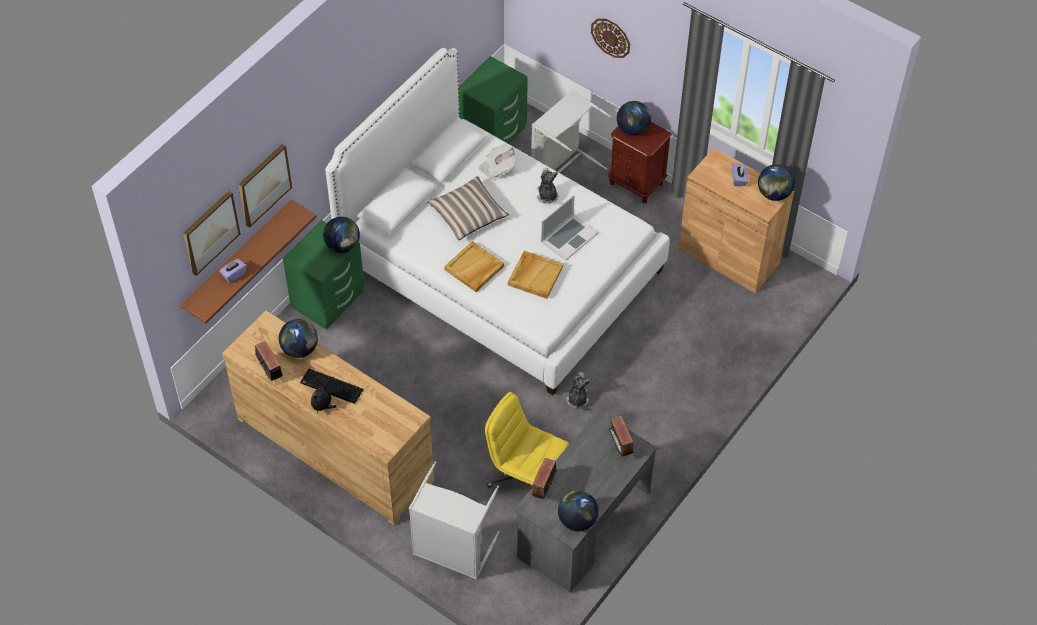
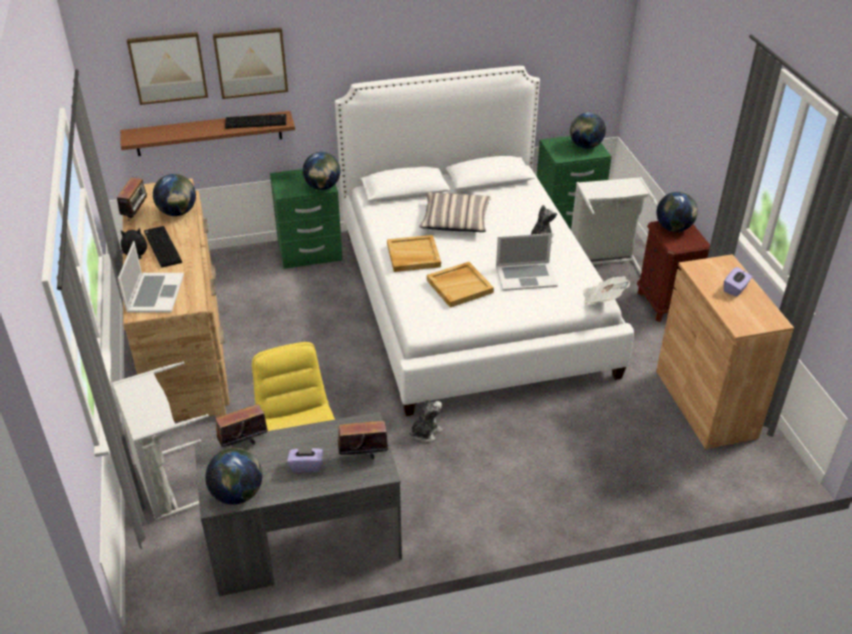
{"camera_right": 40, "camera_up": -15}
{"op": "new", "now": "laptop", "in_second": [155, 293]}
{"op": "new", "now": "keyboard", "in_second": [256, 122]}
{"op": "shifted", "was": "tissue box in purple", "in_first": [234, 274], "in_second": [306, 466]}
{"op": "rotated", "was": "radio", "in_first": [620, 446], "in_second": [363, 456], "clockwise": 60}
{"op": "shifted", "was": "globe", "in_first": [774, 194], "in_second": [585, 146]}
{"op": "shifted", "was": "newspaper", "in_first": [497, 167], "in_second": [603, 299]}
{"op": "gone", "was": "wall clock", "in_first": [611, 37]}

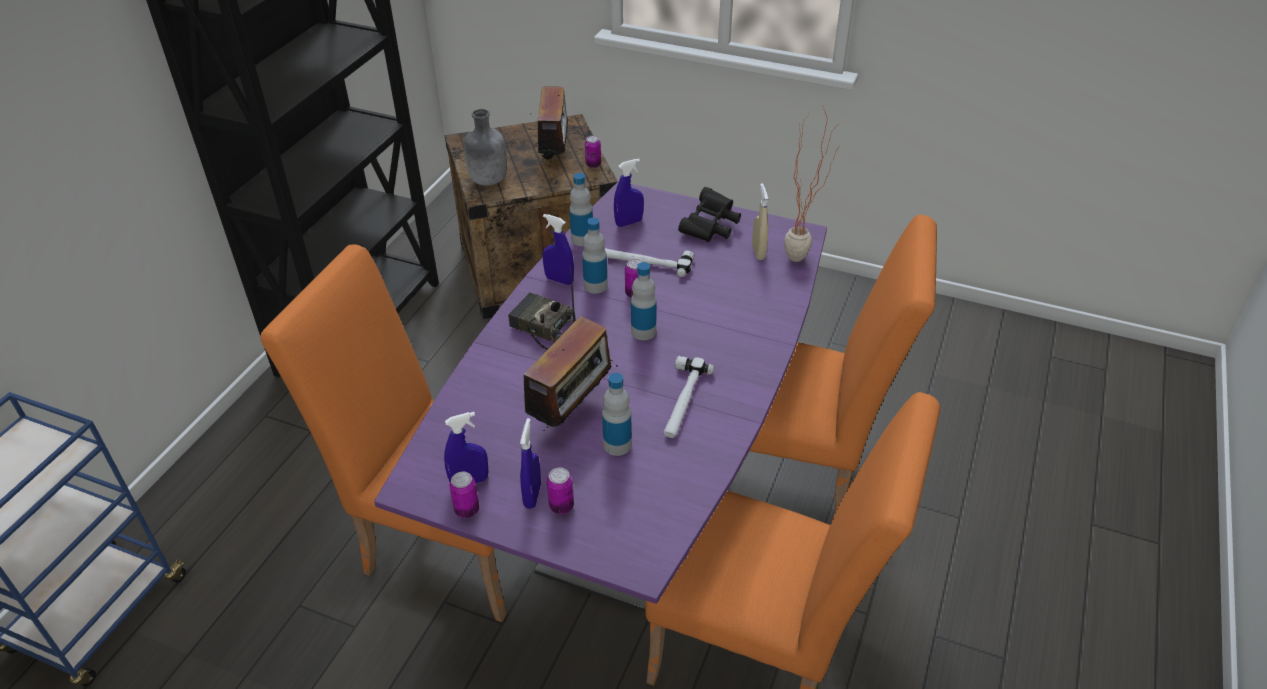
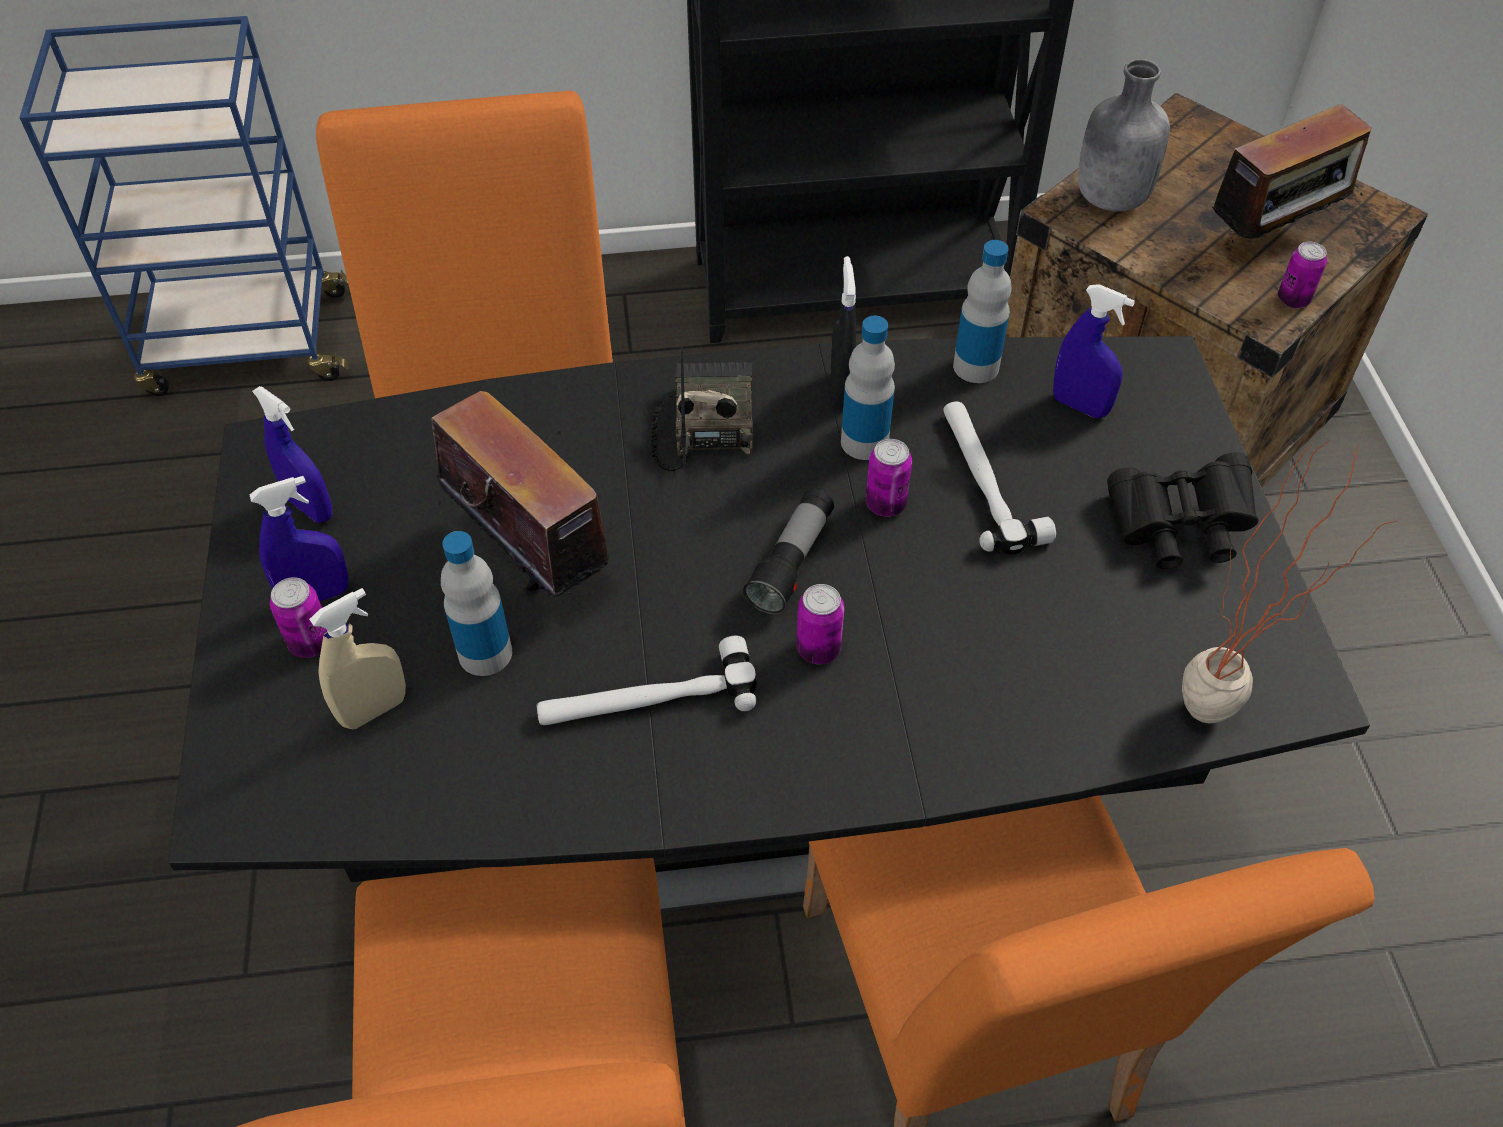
{"camera_right": 60, "camera_up": 10}
{"op": "repainted", "was": "dining table in purple", "now": "dining table in black", "in_first": [635, 503], "in_second": [751, 807]}
{"op": "shifted", "was": "spray bottle in beige", "in_first": [758, 252], "in_second": [374, 710]}
{"op": "rotated", "was": "radio", "in_first": [572, 410], "in_second": [532, 557], "clockwise": -135}
{"op": "swapped", "was": "bottle", "now": "flashlight", "in_first": [643, 332], "in_second": [791, 562]}
{"op": "shifted", "was": "can", "in_first": [467, 510], "in_second": [818, 649]}
{"op": "repainted", "was": "spray bottle in blue", "now": "spray bottle in black", "in_first": [559, 280], "in_second": [841, 389]}

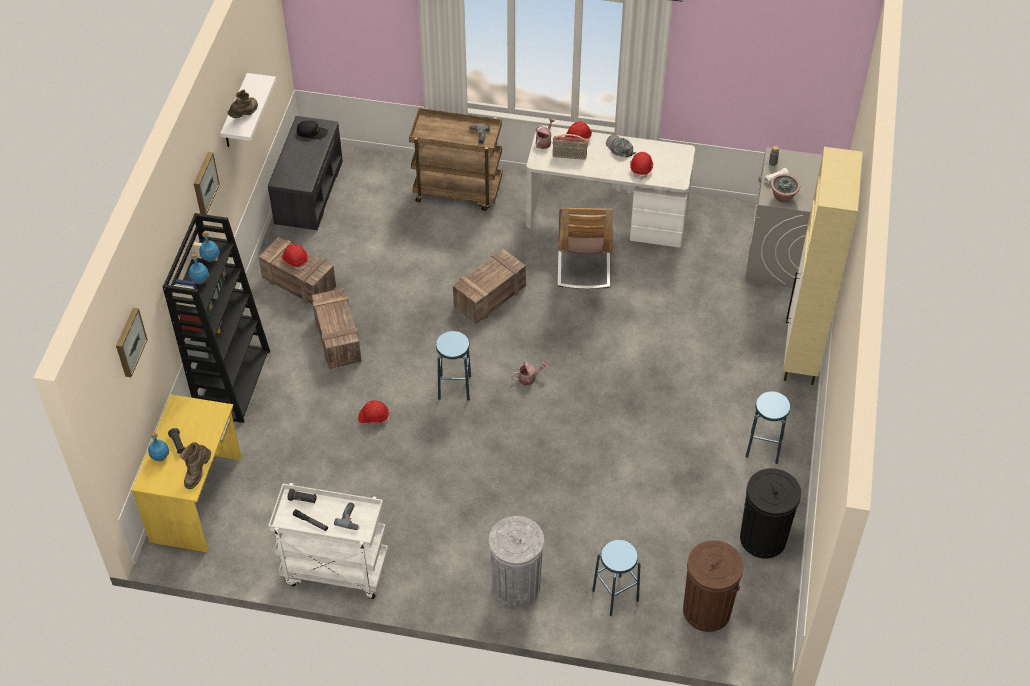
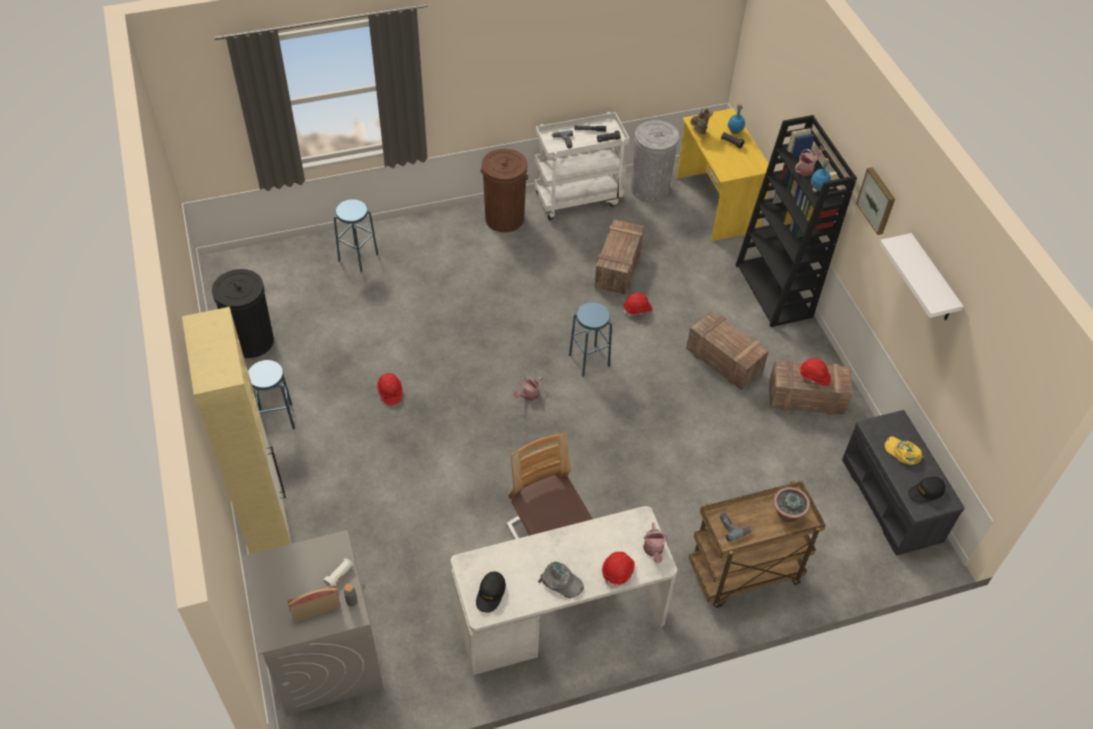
{"camera_right": 150, "camera_up": 0}
{"op": "shifted", "was": "radio", "in_first": [569, 156], "in_second": [316, 610]}
{"op": "shifted", "was": "hard hat in red", "in_first": [641, 168], "in_second": [390, 392]}
{"op": "new", "now": "cap in black", "in_second": [490, 594]}
{"op": "shifted", "was": "trash can in brown", "in_first": [706, 610], "in_second": [504, 218]}
{"op": "shifted", "was": "crate", "in_first": [490, 296], "in_second": [618, 268]}
{"op": "shifted", "was": "trash can in grey", "in_first": [516, 586], "in_second": [649, 189]}
{"op": "shifted", "was": "potted plant", "in_first": [783, 197], "in_second": [787, 514]}
{"op": "swapped", "was": "bottle in blue", "now": "watering can", "in_first": [200, 281], "in_second": [807, 169]}
{"op": "new", "now": "cap in yellow", "in_second": [903, 452]}
{"op": "gone", "was": "picture", "in_first": [129, 342]}
{"op": "gone", "was": "boot in brown", "in_first": [245, 115]}

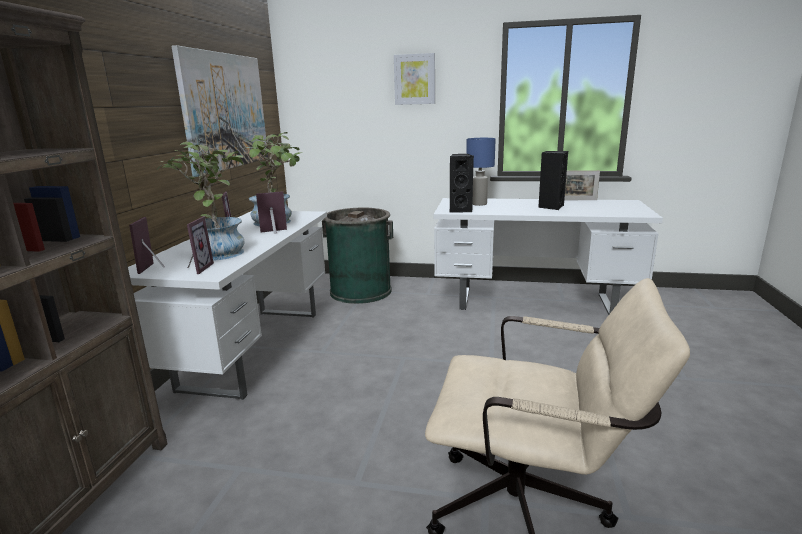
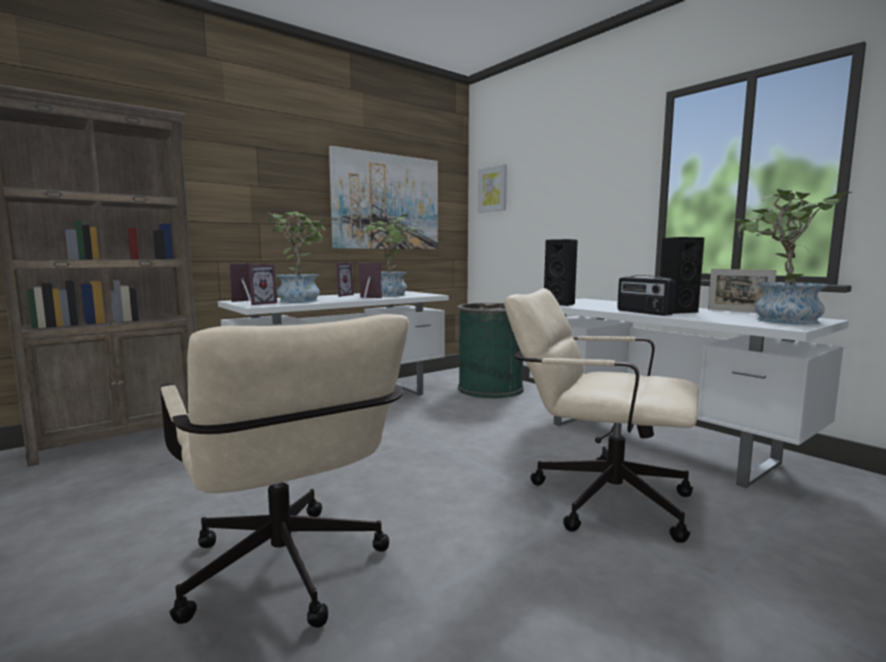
{"camera_right": 40, "camera_up": -10}
{"op": "shifted", "was": "picture", "in_first": [414, 79], "in_second": [493, 189]}
{"op": "new", "now": "office chair in beige", "in_second": [596, 497]}
{"op": "new", "now": "radio", "in_second": [643, 312]}
{"op": "new", "now": "potted plant", "in_second": [779, 320]}
{"op": "gone", "was": "table lamp in blue", "in_first": [479, 204]}

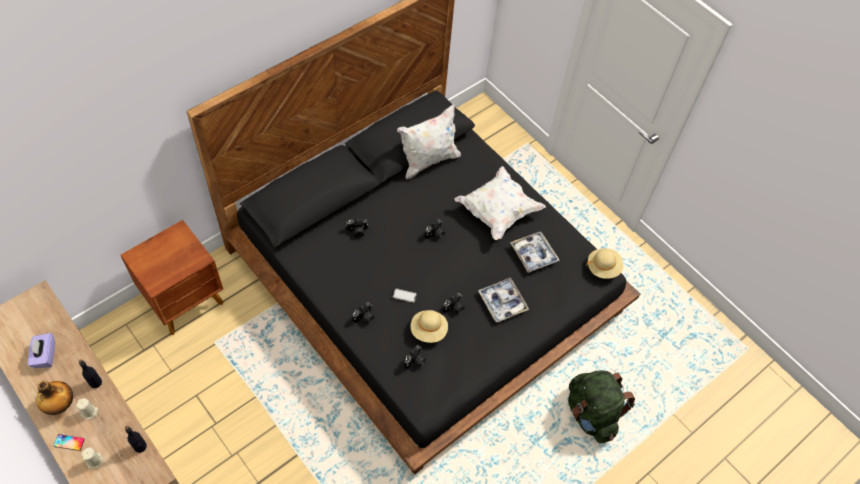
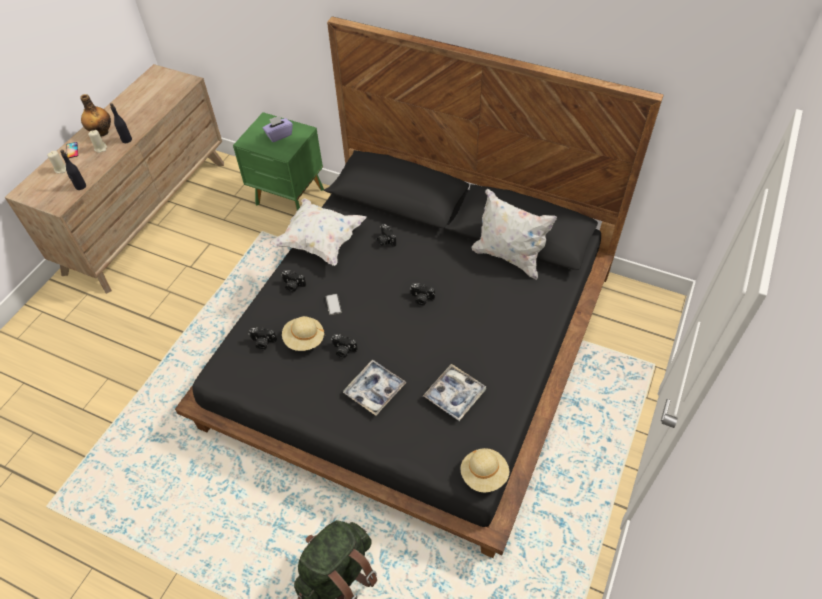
{"camera_right": 70, "camera_up": -5}
{"op": "repainted", "was": "nightstand in brown", "now": "nightstand in green", "in_first": [186, 301], "in_second": [290, 197]}
{"op": "shifted", "was": "tissue box in purple", "in_first": [45, 355], "in_second": [279, 135]}
{"op": "shifted", "was": "pillow in white", "in_first": [497, 211], "in_second": [320, 242]}

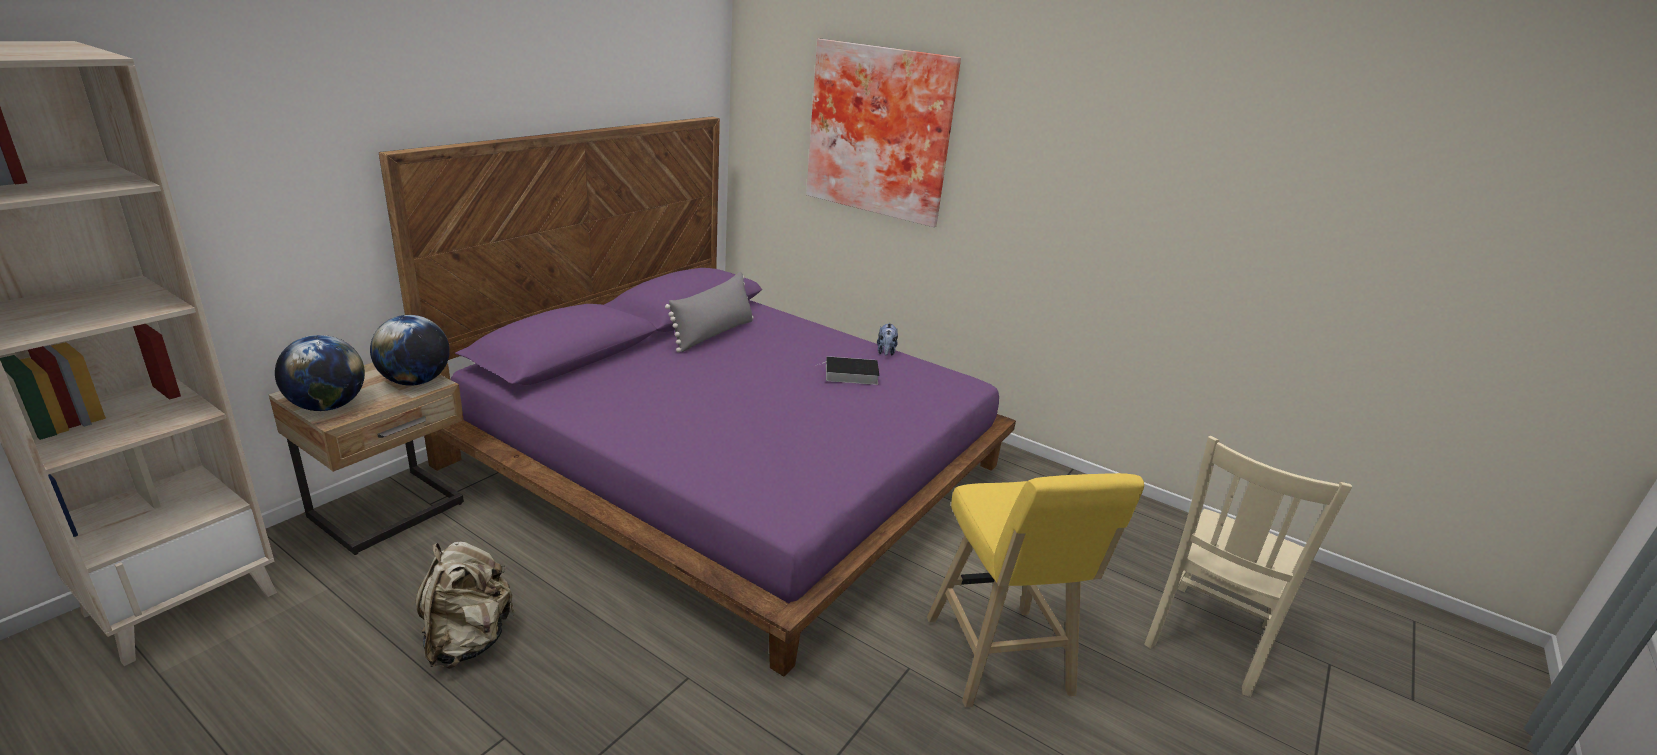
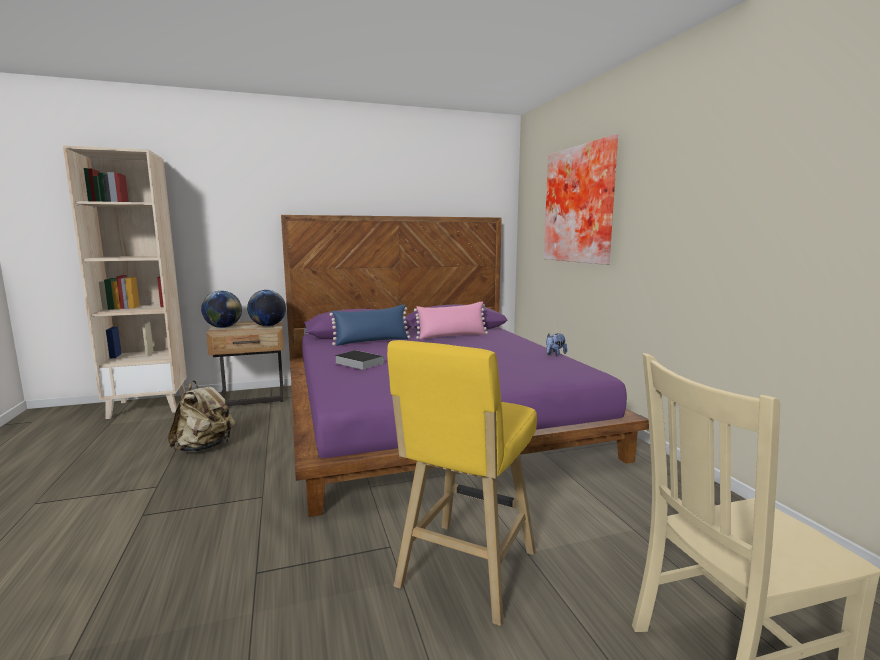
{"camera_right": 40, "camera_up": -15}
{"op": "new", "now": "pillow in blue", "in_second": [372, 341]}
{"op": "shifted", "was": "book", "in_first": [849, 374], "in_second": [357, 362]}
{"op": "repainted", "was": "pillow in grey", "now": "pillow in pink", "in_first": [713, 334], "in_second": [452, 336]}

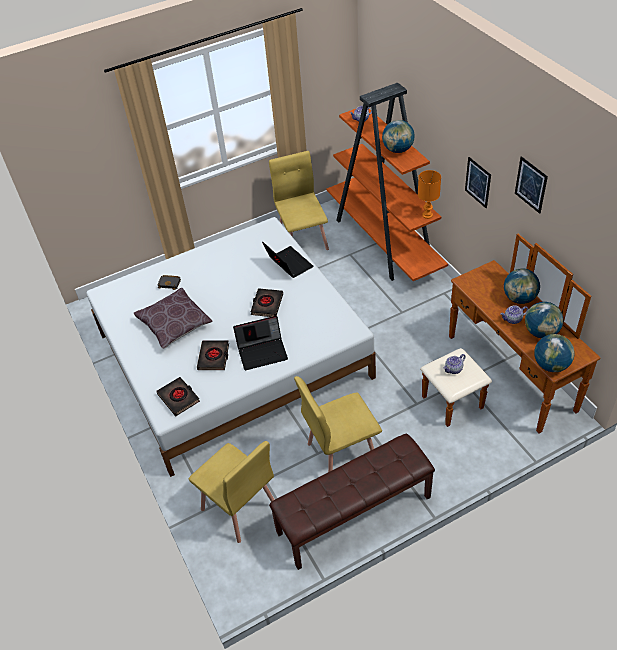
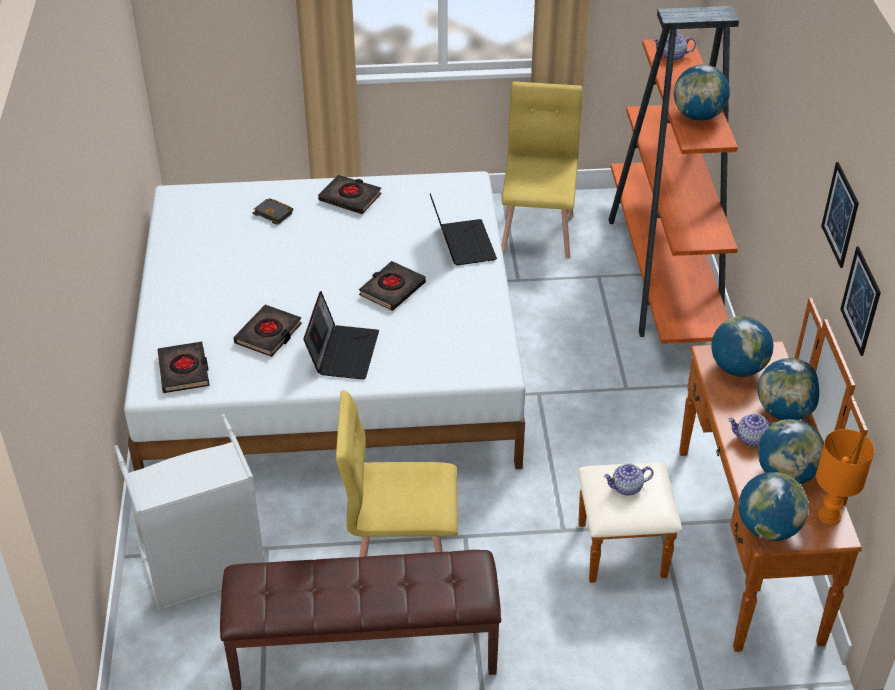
{"camera_right": 20, "camera_up": -5}
{"op": "swapped", "was": "chair in yellow", "now": "laundry basket in grey", "in_first": [239, 508], "in_second": [205, 572]}
{"op": "rotated", "was": "laptop", "in_first": [263, 352], "in_second": [342, 352], "clockwise": -90}
{"op": "new", "now": "book in black", "in_second": [350, 198]}
{"op": "new", "now": "globe", "in_second": [737, 368]}
{"op": "shifted", "was": "table lamp in orange", "in_first": [427, 215], "in_second": [829, 517]}
{"op": "shifted", "was": "picture", "in_first": [478, 182], "in_second": [860, 301]}
{"op": "gone", "was": "pillow in brown", "in_first": [174, 324]}

